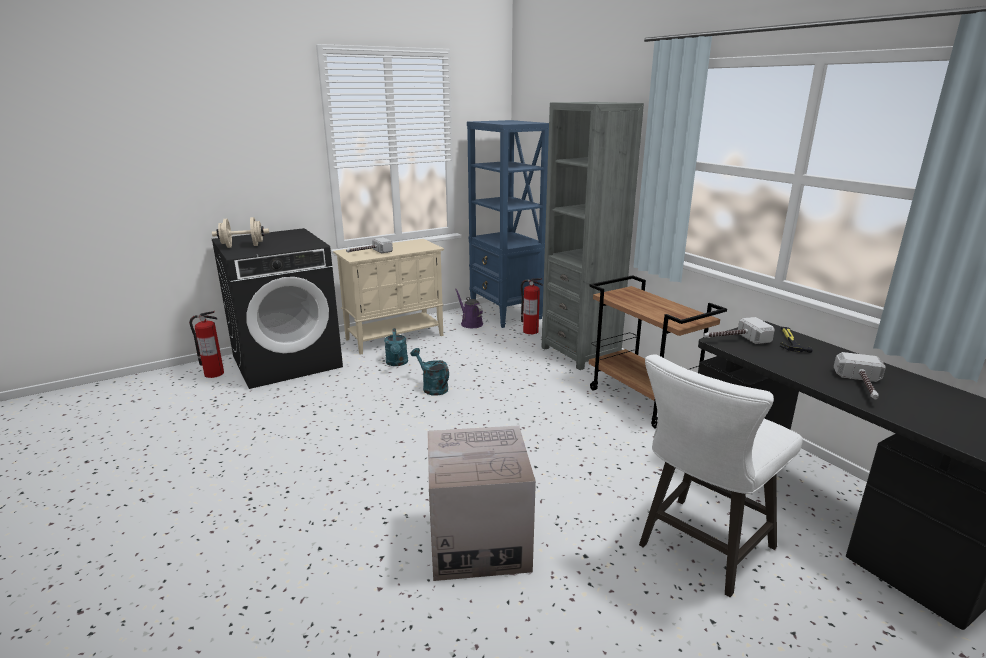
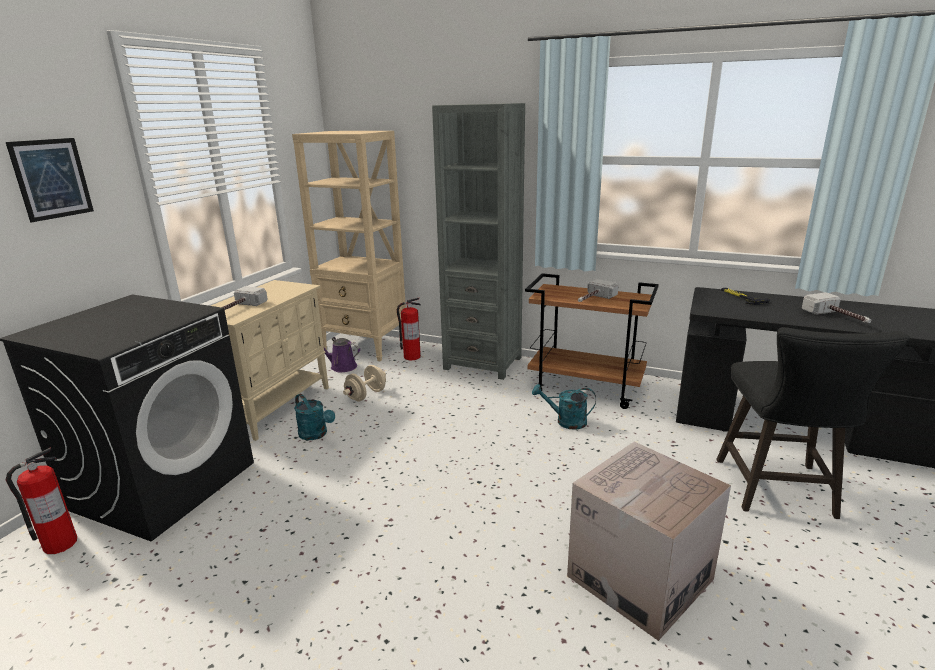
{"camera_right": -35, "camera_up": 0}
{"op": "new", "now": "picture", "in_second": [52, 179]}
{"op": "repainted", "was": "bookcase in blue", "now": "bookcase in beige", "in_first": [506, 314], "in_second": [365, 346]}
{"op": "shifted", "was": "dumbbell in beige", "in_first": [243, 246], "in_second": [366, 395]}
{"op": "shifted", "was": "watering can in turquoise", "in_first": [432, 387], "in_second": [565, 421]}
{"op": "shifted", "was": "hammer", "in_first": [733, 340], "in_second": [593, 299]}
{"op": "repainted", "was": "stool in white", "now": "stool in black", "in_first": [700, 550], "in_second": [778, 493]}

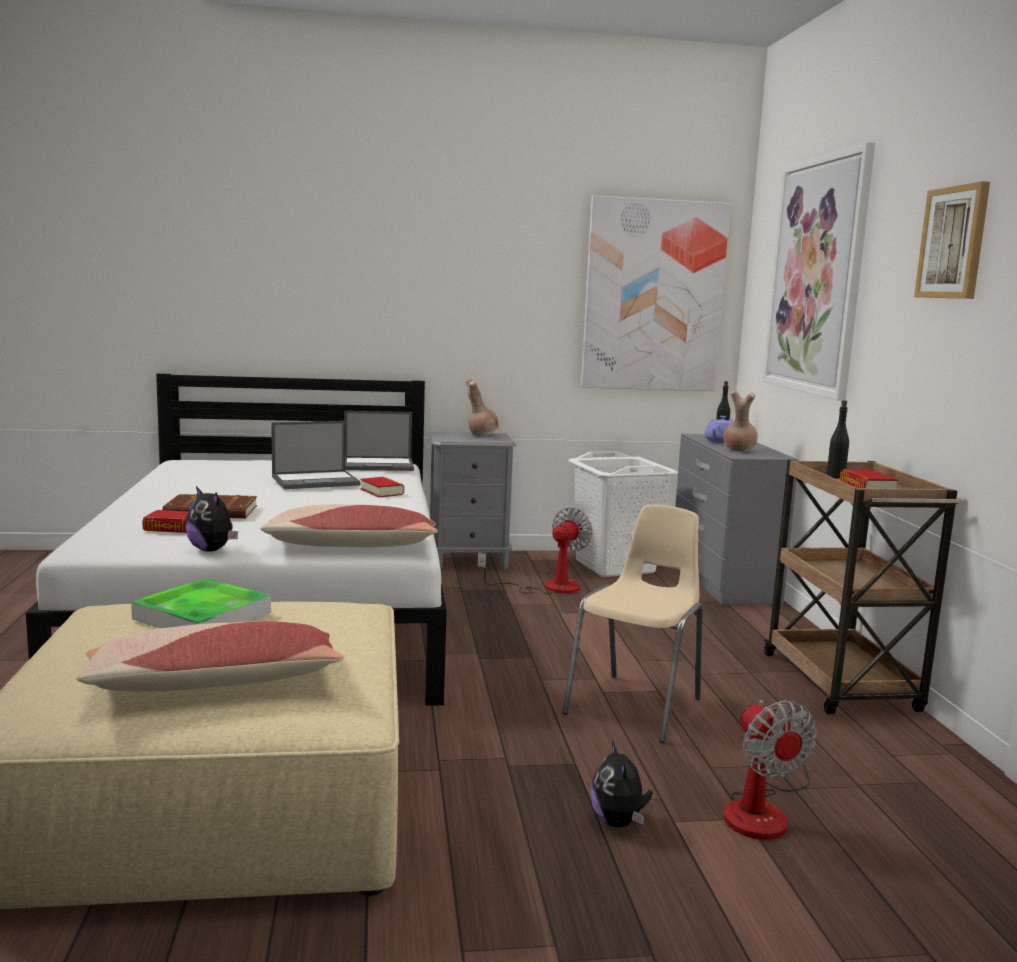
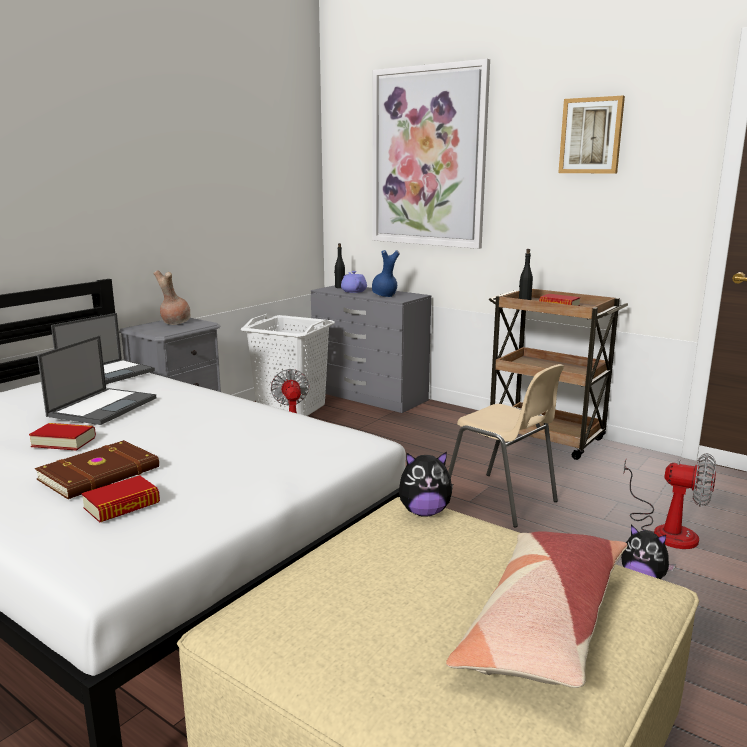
{"camera_right": -45, "camera_up": 5}
{"op": "shifted", "was": "book", "in_first": [382, 492], "in_second": [64, 442]}
{"op": "repainted", "was": "vase in brown", "now": "vase in blue", "in_first": [738, 450], "in_second": [384, 295]}
{"op": "shifted", "was": "plush toy", "in_first": [212, 550], "in_second": [424, 512]}
{"op": "rotated", "was": "chair in beige", "in_first": [637, 705], "in_second": [502, 501], "clockwise": 150}
{"op": "gone", "was": "tray", "in_first": [202, 616]}
{"op": "gone", "was": "pillow", "in_first": [350, 546]}
{"op": "gone", "was": "picture", "in_first": [653, 296]}

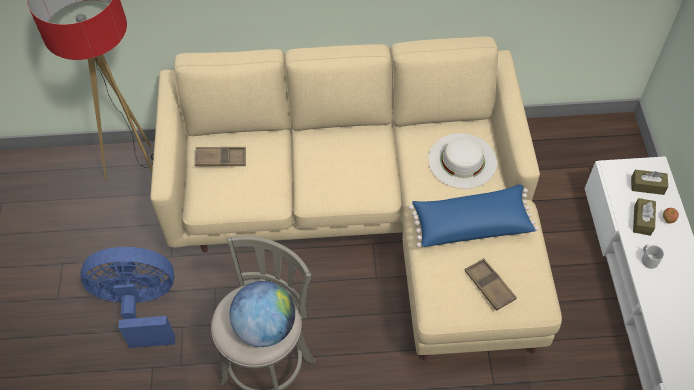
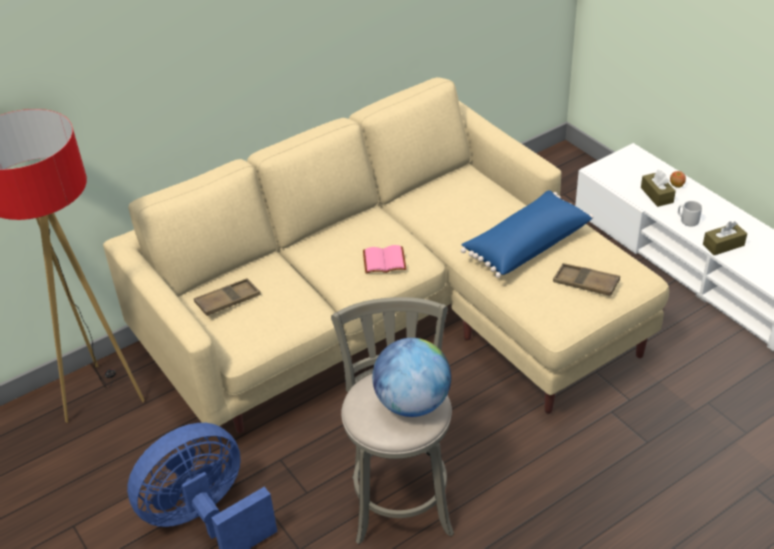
{"camera_right": -30, "camera_up": -15}
{"op": "new", "now": "book in pink", "in_second": [385, 260]}
{"op": "shifted", "was": "tissue box in brown", "in_first": [647, 186], "in_second": [723, 245]}
{"op": "gone", "was": "hat in white", "in_first": [462, 160]}

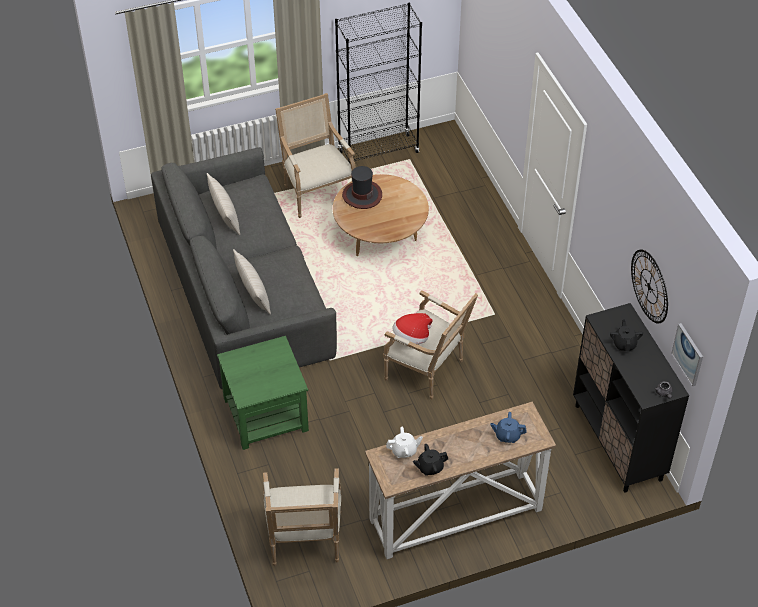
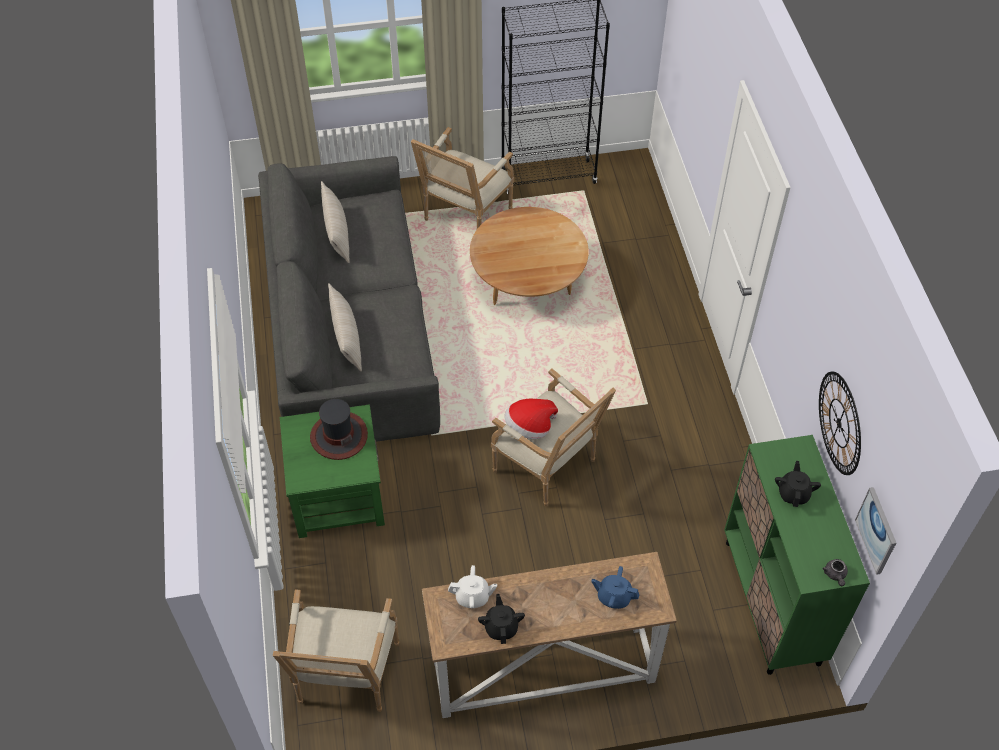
{"camera_right": 10, "camera_up": 5}
{"op": "shifted", "was": "hat", "in_first": [362, 195], "in_second": [338, 436]}
{"op": "rotated", "was": "armchair", "in_first": [316, 191], "in_second": [464, 217], "clockwise": -135}
{"op": "rotated", "was": "teapot in black", "in_first": [430, 467], "in_second": [501, 627], "clockwise": 90}
{"op": "repainted", "was": "cabinet in black", "now": "cabinet in green", "in_first": [618, 442], "in_second": [772, 602]}

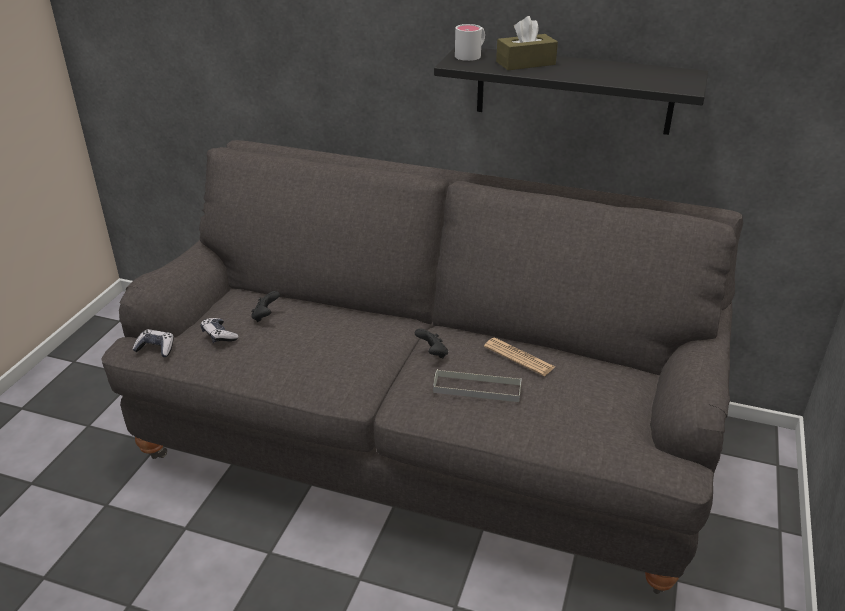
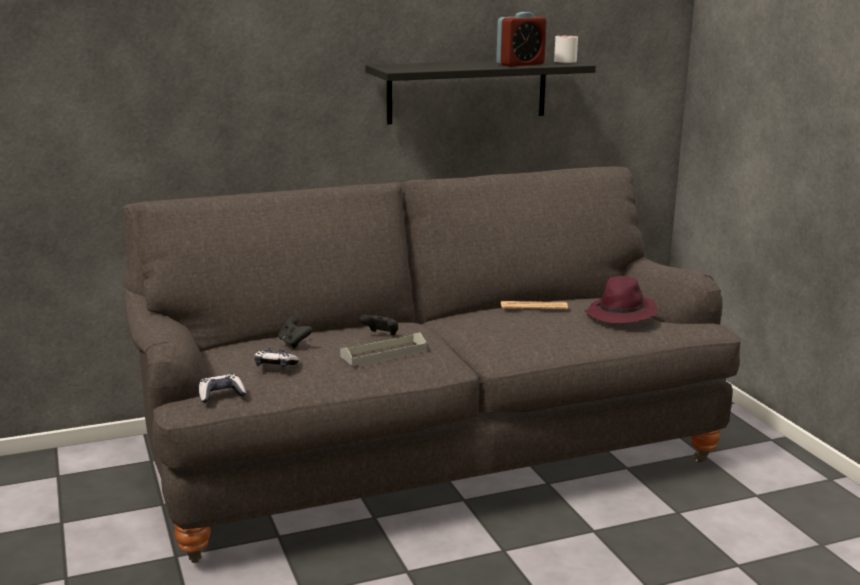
{"camera_right": -40, "camera_up": -15}
{"op": "shifted", "was": "tray in grey", "in_first": [477, 388], "in_second": [383, 353]}
{"op": "shifted", "was": "game controller in black", "in_first": [432, 353], "in_second": [381, 335]}
{"op": "new", "now": "alarm clock", "in_second": [520, 64]}
{"op": "shifted", "was": "mug in white", "in_first": [471, 55], "in_second": [564, 60]}
{"op": "new", "now": "hat in purple", "in_second": [621, 315]}
{"op": "gone", "was": "tissue box in brown", "in_first": [525, 63]}

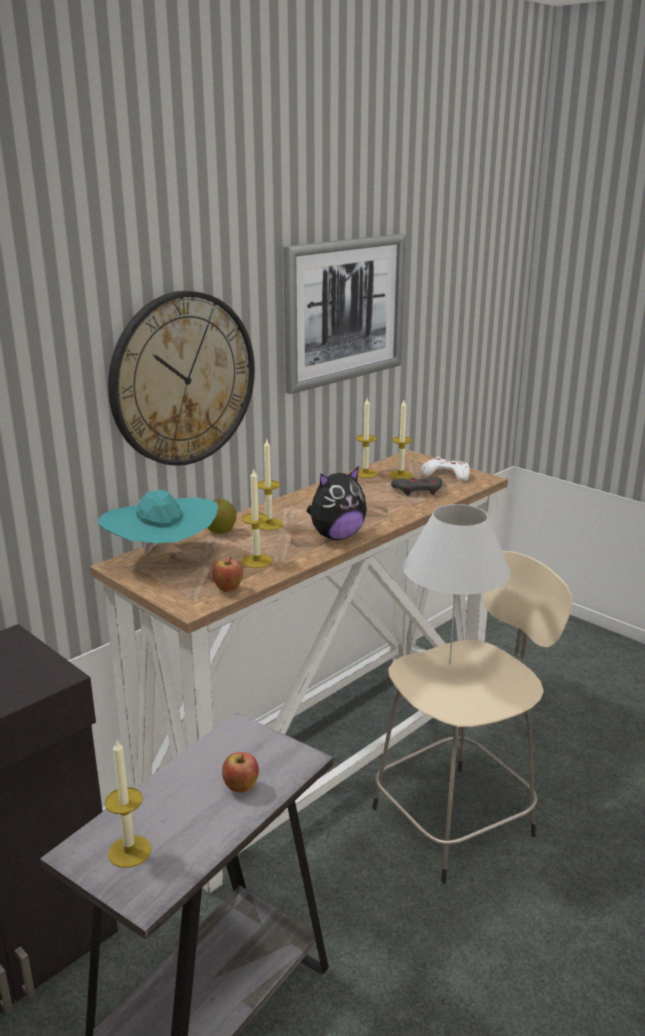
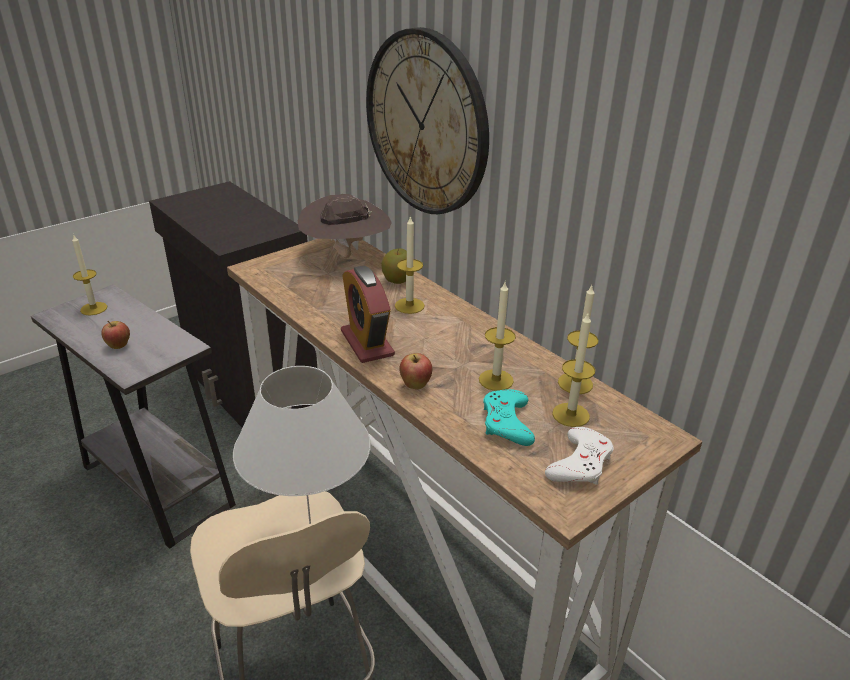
{"camera_right": 95, "camera_up": 10}
{"op": "repainted", "was": "hat in turquoise", "now": "hat in brown", "in_first": [162, 559], "in_second": [345, 255]}
{"op": "swapped", "was": "plush toy", "now": "alarm clock", "in_first": [336, 536], "in_second": [367, 343]}
{"op": "shifted", "was": "apple", "in_first": [228, 590], "in_second": [415, 386]}
{"op": "shifted", "was": "candle", "in_first": [256, 561], "in_second": [496, 380]}
{"op": "repainted", "was": "game controller in grey", "now": "game controller in turquoise", "in_first": [418, 490], "in_second": [507, 422]}
{"op": "gone", "was": "picture", "in_first": [344, 310]}

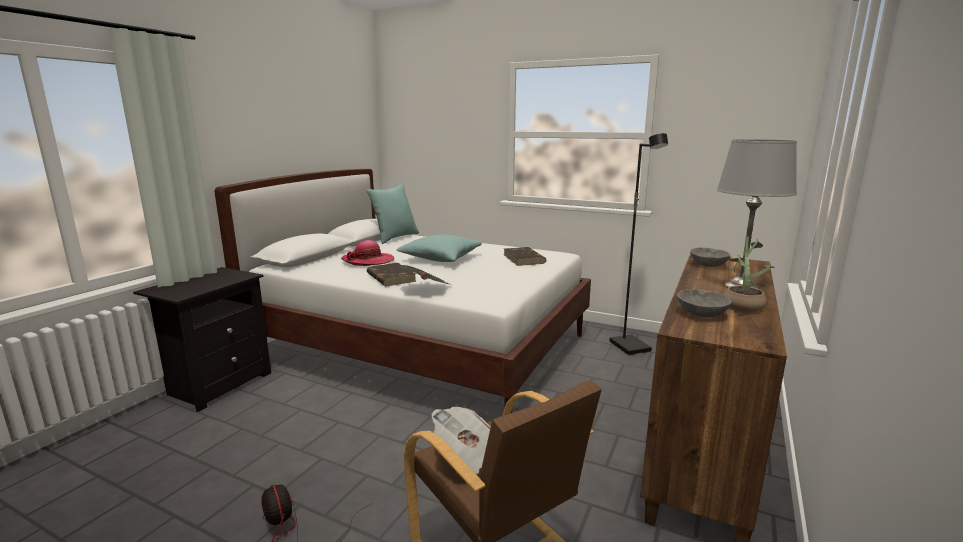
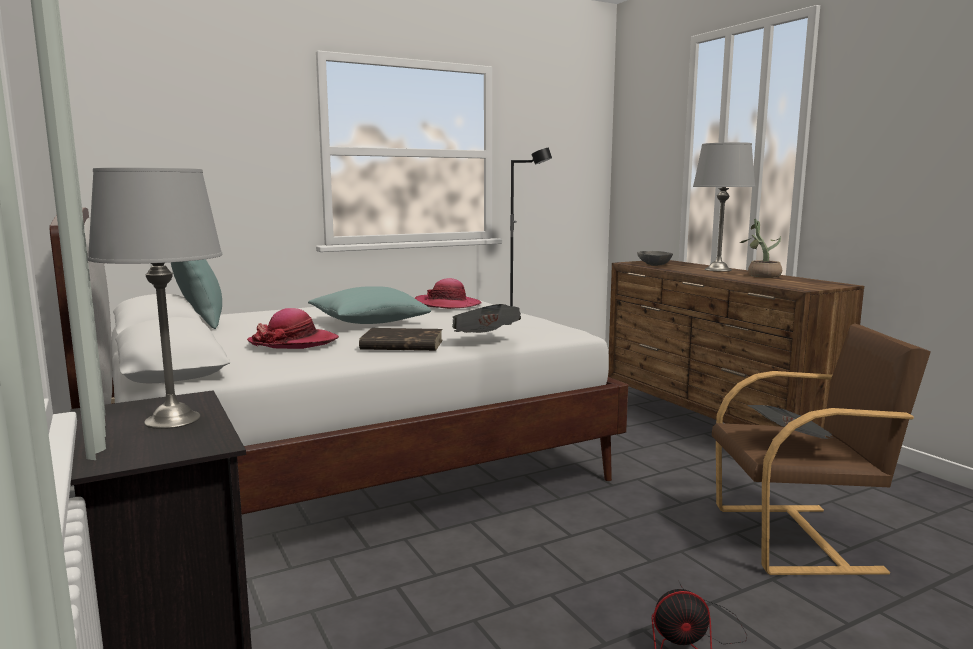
{"camera_right": -55, "camera_up": -5}
{"op": "new", "now": "table lamp in grey", "in_second": [171, 420]}
{"op": "swapped", "was": "book in brown", "now": "hat", "in_first": [524, 259], "in_second": [447, 304]}
{"op": "gone", "was": "bowl in grey", "in_first": [700, 314]}

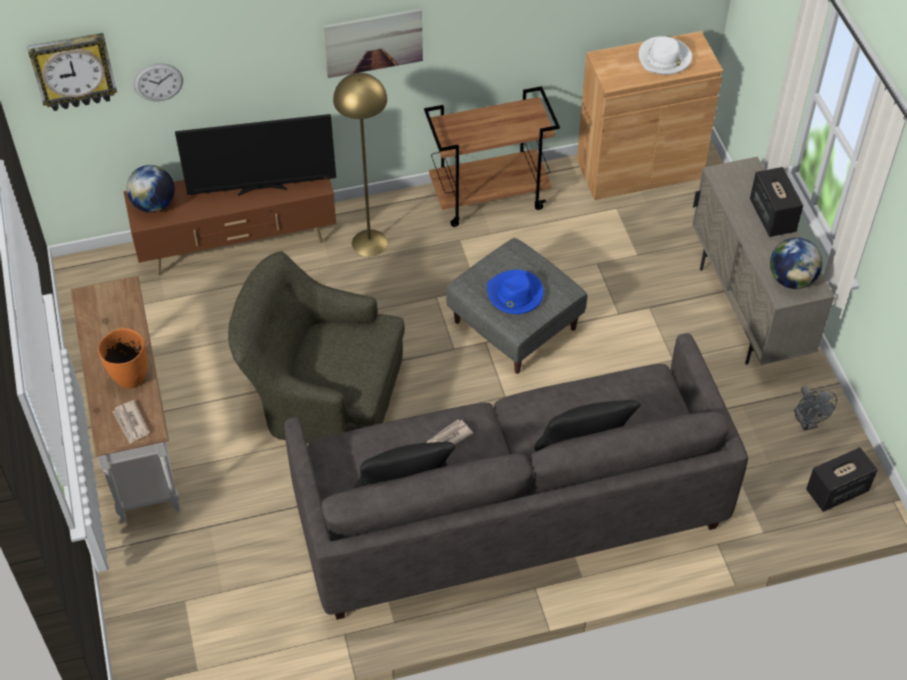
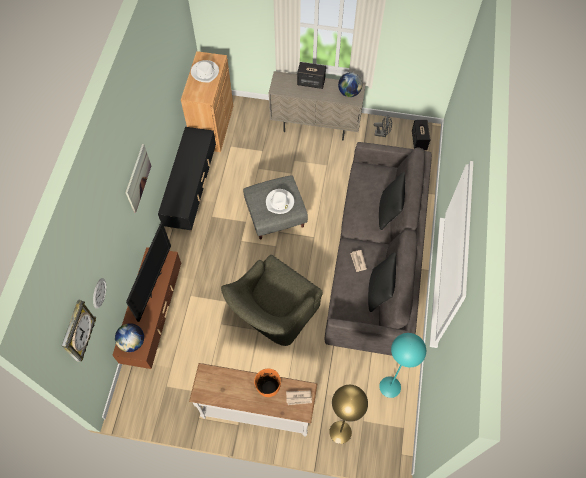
{"camera_right": -65, "camera_up": 10}
{"op": "swapped", "was": "cart in brown", "now": "tv stand in black", "in_first": [490, 197], "in_second": [192, 192]}
{"op": "repainted", "was": "hat in blue", "now": "hat in white", "in_first": [515, 294], "in_second": [280, 202]}
{"op": "shifted", "was": "floor lamp in yellow", "in_first": [369, 243], "in_second": [340, 432]}
{"op": "new", "now": "floor lamp in turquoise", "in_second": [390, 387]}

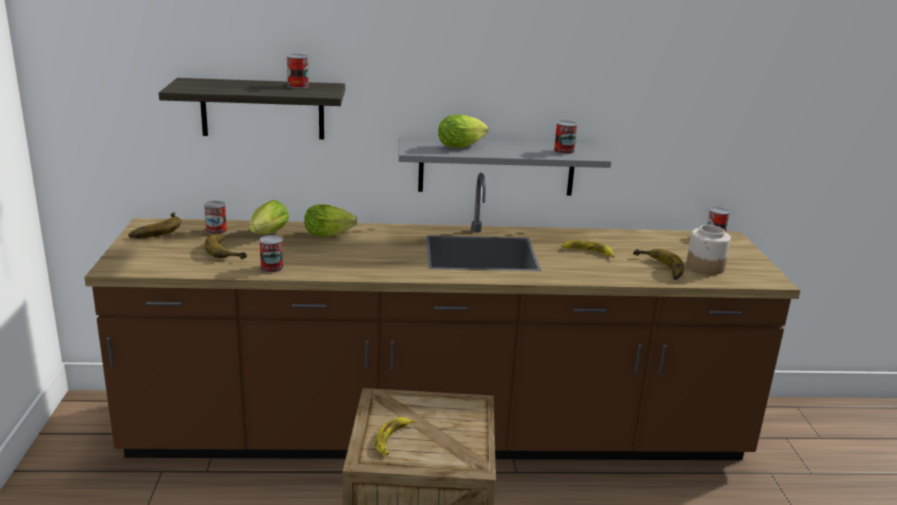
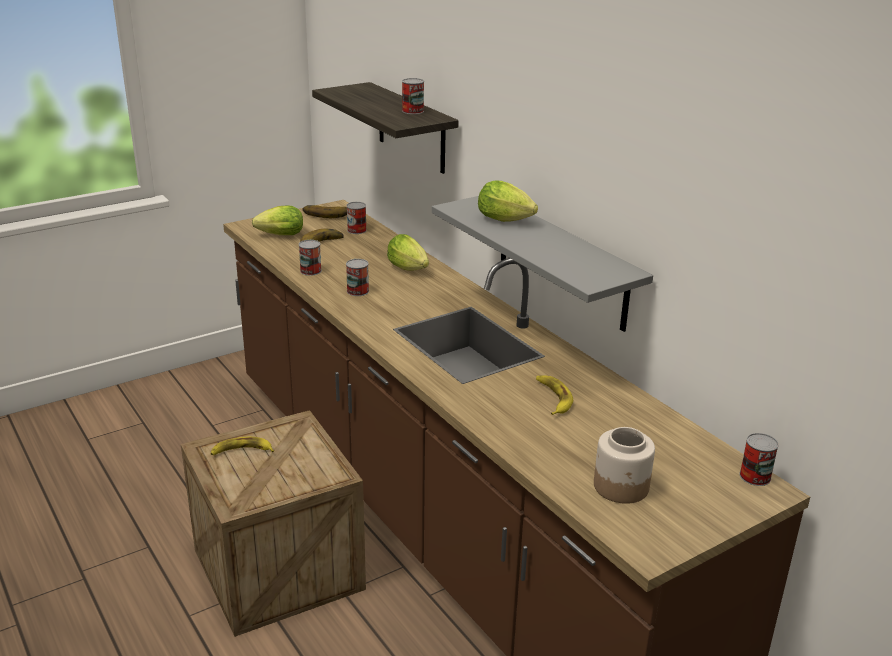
{"camera_right": 60, "camera_up": 5}
{"op": "shifted", "was": "lettuce", "in_first": [267, 234], "in_second": [278, 235]}
{"op": "shifted", "was": "can", "in_first": [564, 151], "in_second": [358, 291]}
{"op": "gone", "was": "banana", "in_first": [657, 268]}

